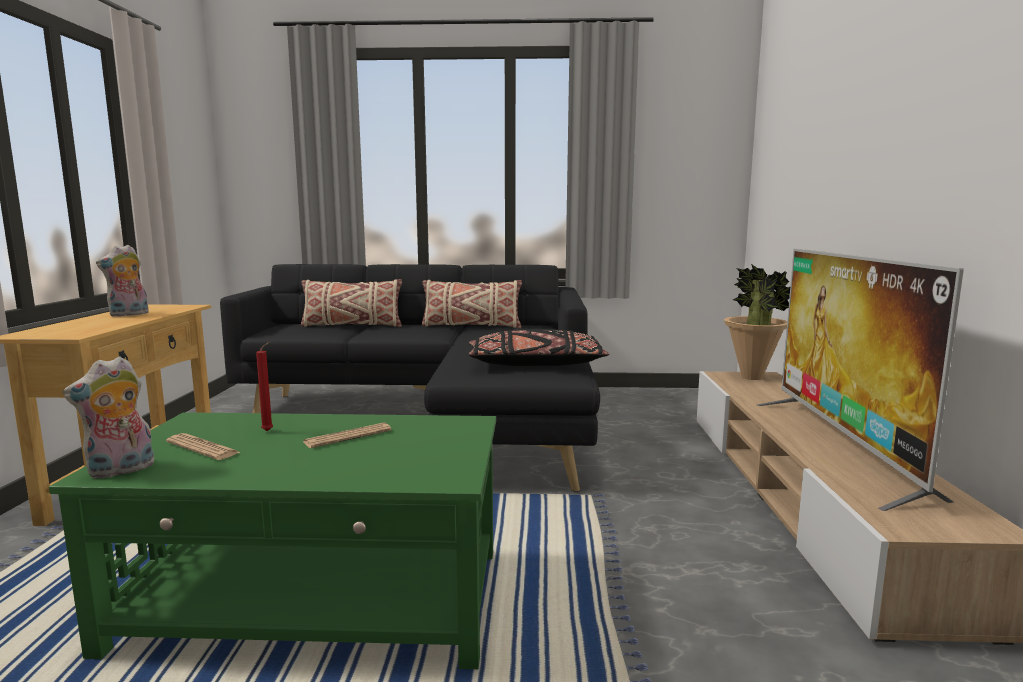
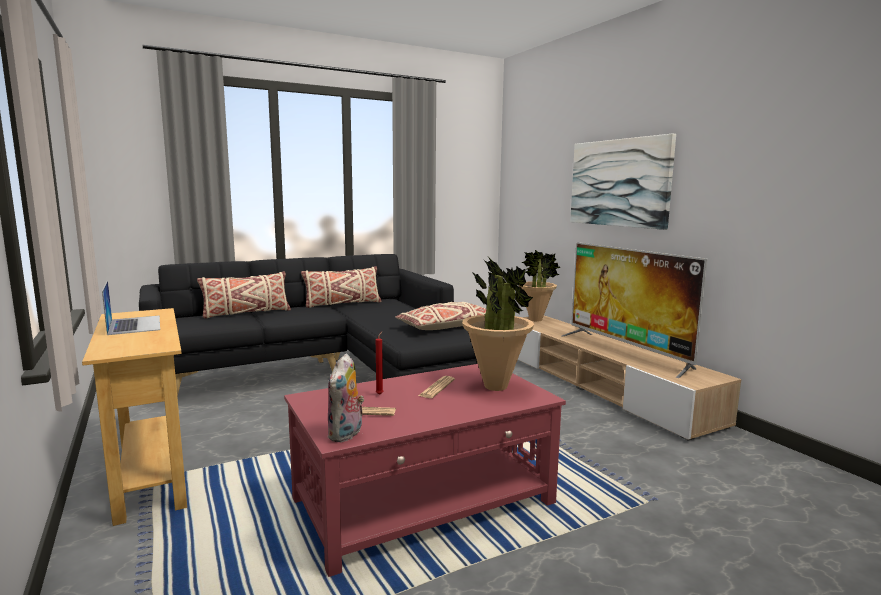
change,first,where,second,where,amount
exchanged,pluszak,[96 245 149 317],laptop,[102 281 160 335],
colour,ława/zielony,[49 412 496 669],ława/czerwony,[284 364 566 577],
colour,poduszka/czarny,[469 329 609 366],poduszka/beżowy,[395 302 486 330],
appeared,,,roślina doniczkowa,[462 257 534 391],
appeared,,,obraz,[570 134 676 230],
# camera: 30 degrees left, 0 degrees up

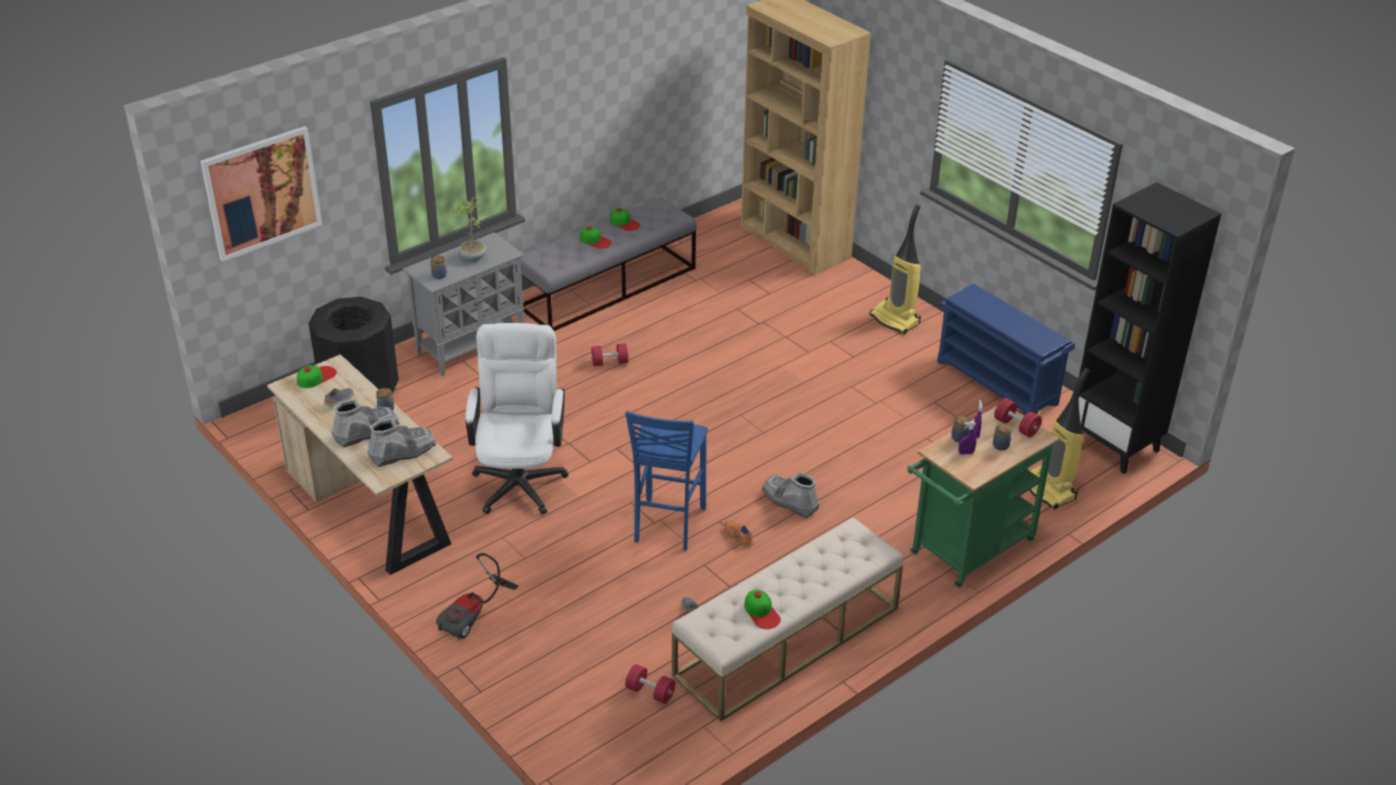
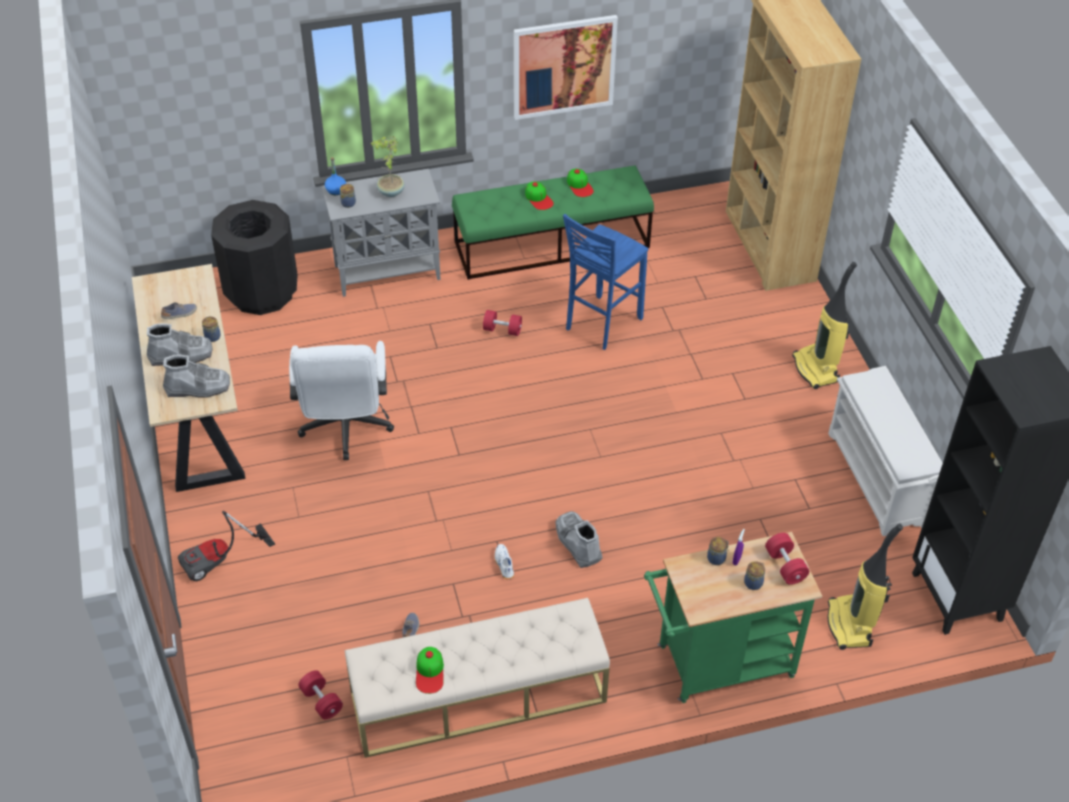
change,first,where,second,where,amount
spun,krzesło biurowe/biały,[465 323 569 515],,[289 341 394 460],150 degrees clockwise
appeared,,,butelka/niebieski,[325 157 346 195],
colour,ławka/szary,[520 198 697 331],ławka/zielony,[452 166 654 280],
colour,but/pomarańczowy,[724 520 754 547],but/biały,[494 544 514 580],
relocated,obraz,[200 126 322 262],,[514 15 618 120],
relocated,stołek/niebieski,[625 411 708 551],,[563 214 648 350],
colour,regał na buty/niebieski,[937 283 1075 415],regał na buty/biały,[828 366 943 536],
missing,czapka z daszkiem,[297 365 337 388],,,
missing,spryskiwacz/fioletowy,[958 422 976 454],,,
# camera: 25 degrees right, 10 degrees up

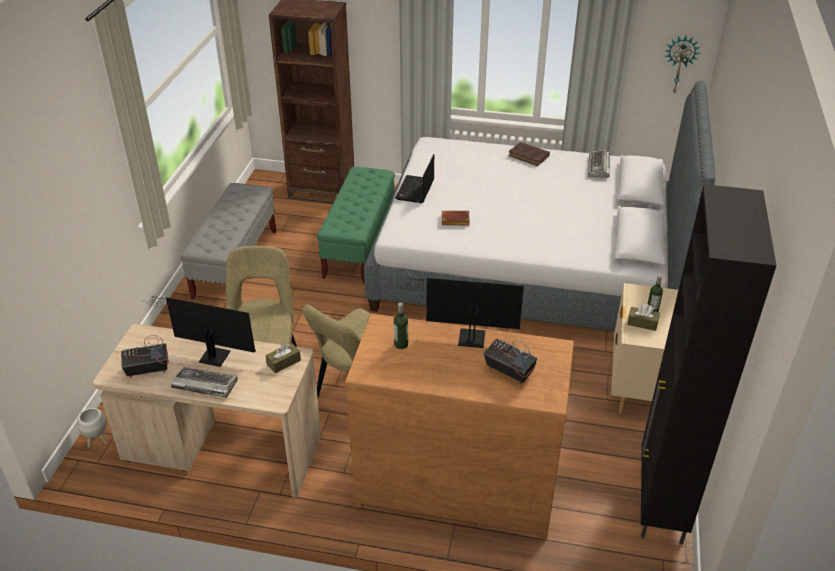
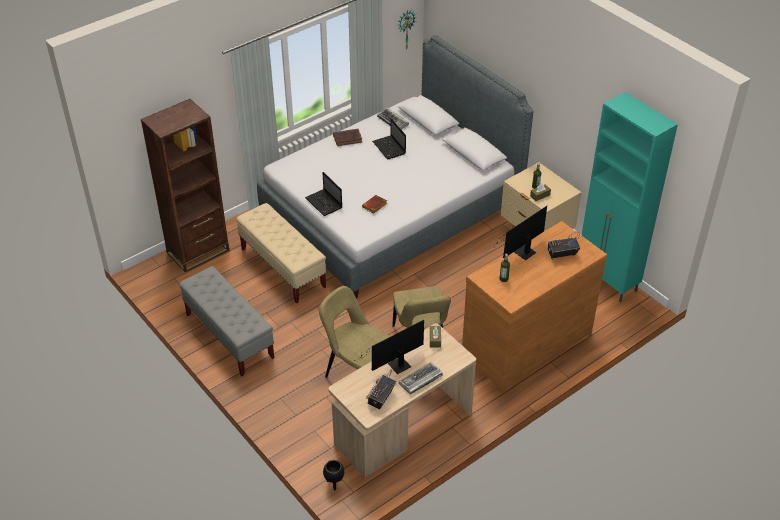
change,first,where,second,where,amount
colour,ławka/zielony,[317 167 395 284],ławka/beżowy,[236 203 326 304],
colour,donica/biały,[77 408 108 448],donica/czarny,[323 460 344 490],
appeared,,,laptop,[372 118 406 159],
colour,szafka/czarny,[641 184 777 544],szafka/turkusowy,[582 92 678 302],
# camera: 50 degrees left, 5 degrees up

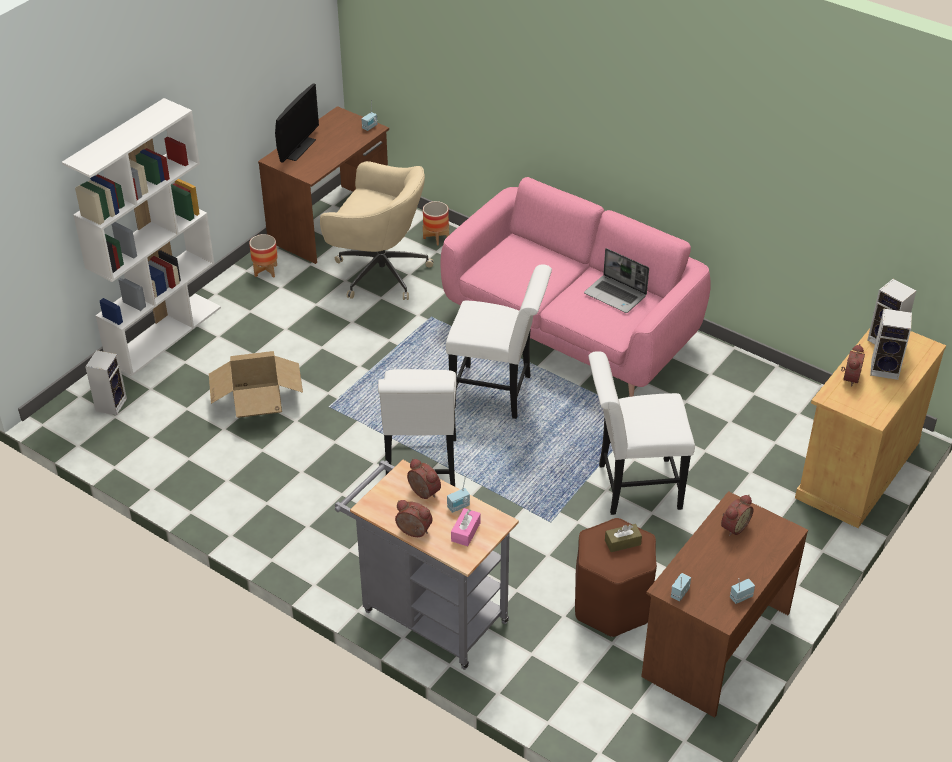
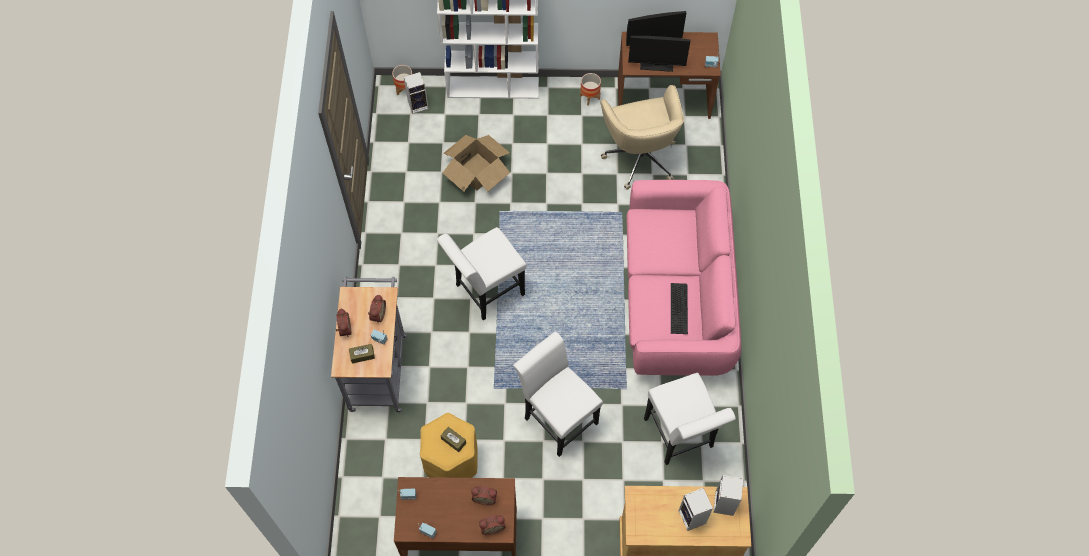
change,first,where,second,where,amount
colour,pudełko chusteczek/różowy,[451 508 481 546],pudełko chusteczek/brązowy,[349 344 375 364],
relocated,donica,[423 201 449 245],,[392 65 412 95],
colour,stołek/brązowy,[575 518 657 637],stołek/żółty,[420 413 477 478],
relocated,budzik,[841 344 865 387],,[479 515 505 535],
appeared,,,monitor,[628 36 690 72],
relocated,krzesło/biały,[446 265 552 419],,[644 373 736 465],
exchanged,laptop,[584 248 649 313],klawiatura,[671 283 688 334],
# camera: 55 degrees right, 20 degrees up

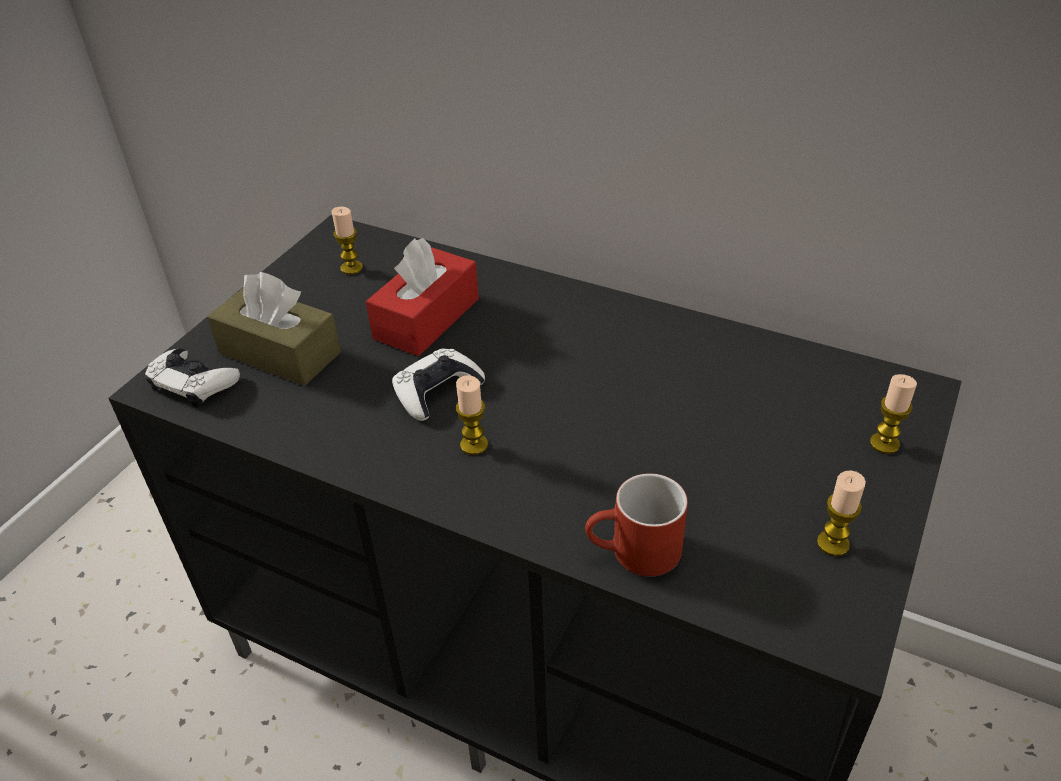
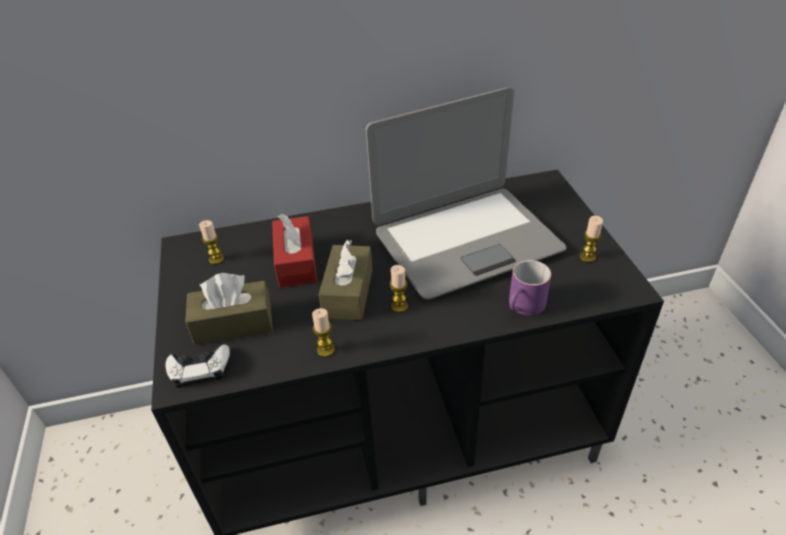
change,first,where,second,where,amount
relocated,świeca,[870 374 917 454],,[312 308 335 357],
exchanged,pad do gier/biały,[392 349 485 421],pudełko chusteczek/brązowy,[319 240 373 320],
appeared,,,laptop,[366 87 566 300],
colour,kubek/czerwony,[585 473 688 576],kubek/fioletowy,[509 260 551 315],
# camera: 40 degrees left, 0 degrees up

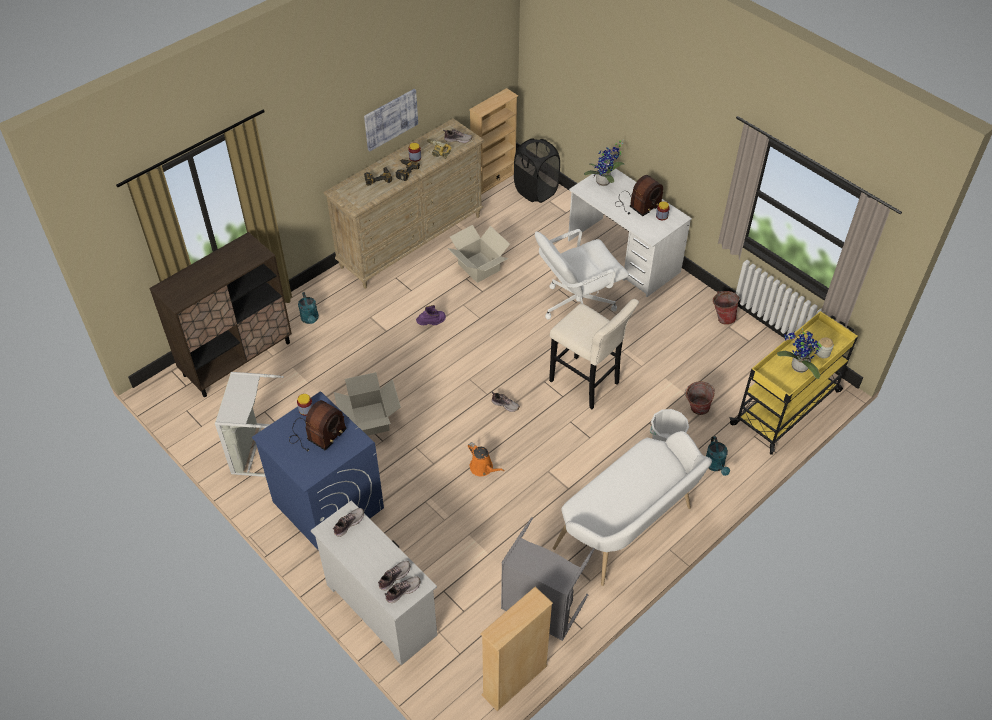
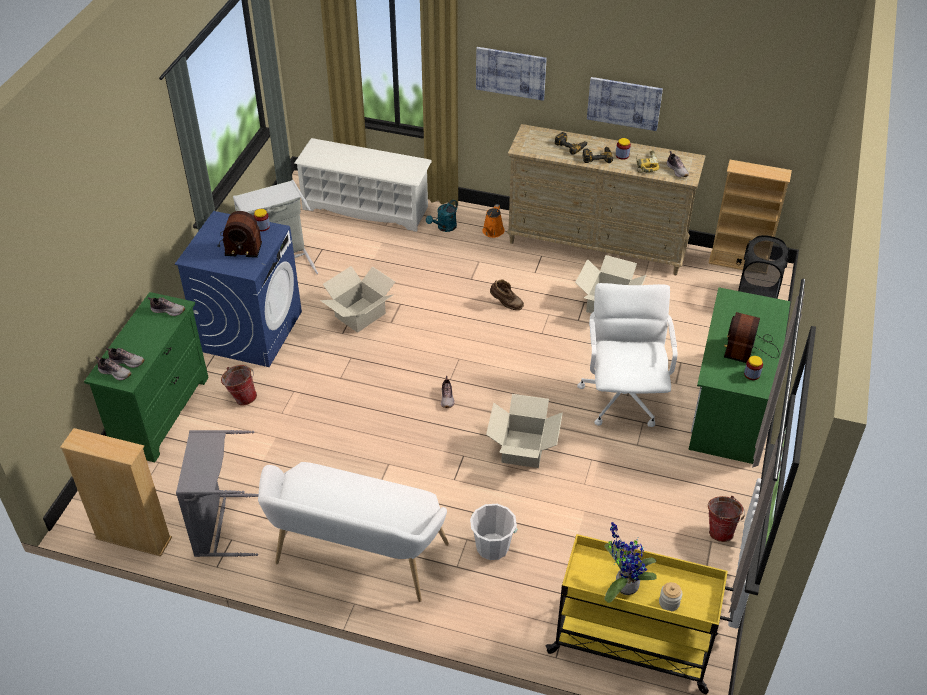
change,first,where,second,where,amount
colour,komoda/biały,[311 500 437 665],komoda/zielony,[84 292 209 462],
relocated,wiadro,[685 381 715 415],,[221 365 257 405],
exchanged,szafka/brązowy,[149 232 292 397],regał na buty/biały,[294 138 432 232],
appeared,,,obraz,[476 47 547 101],
relocated,konewka/pomarańczowy,[468 442 505 476],,[482 204 505 238],
exchanged,stołek/beżowy,[549 299 639 409],karton,[486 394 563 468],
colour,but z cholewką/fioletowy,[416 305 446 325],but z cholewką/brązowy,[490 280 524 310],
spun,krzesło biurowe/biały,[535 229 629 319],,[577 283 677 427],60 degrees clockwise
colour,biurko/biały,[568 164 692 297],biurko/zielony,[688 287 791 464],
spun,radio,[615 175 663 216],,[724 312 779 363],90 degrees clockwise
missing,roślina doniczkowa,[584 139 624 186],,,
missing,konewka/turkusowy,[706 436 730 476],,,
# camera: 60 degrees right, 5 degrees down

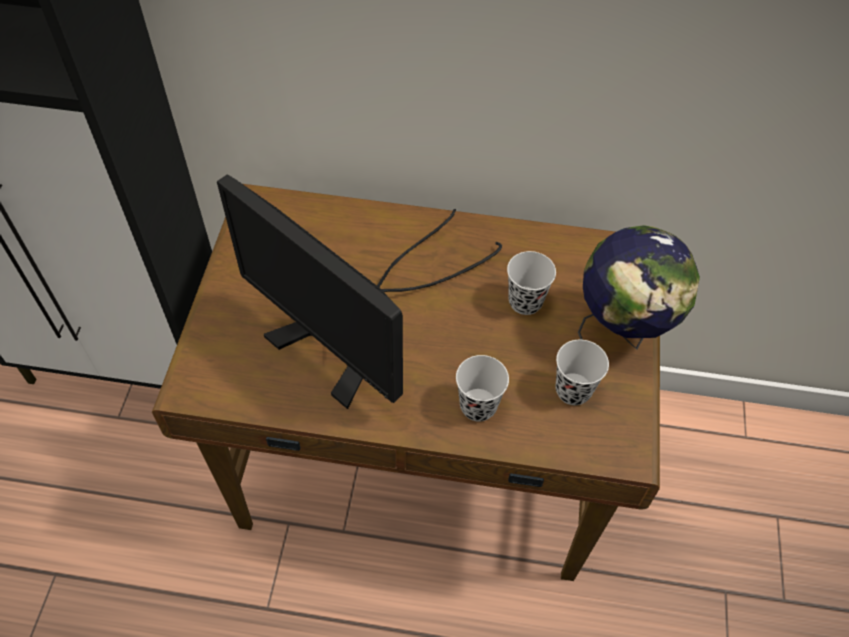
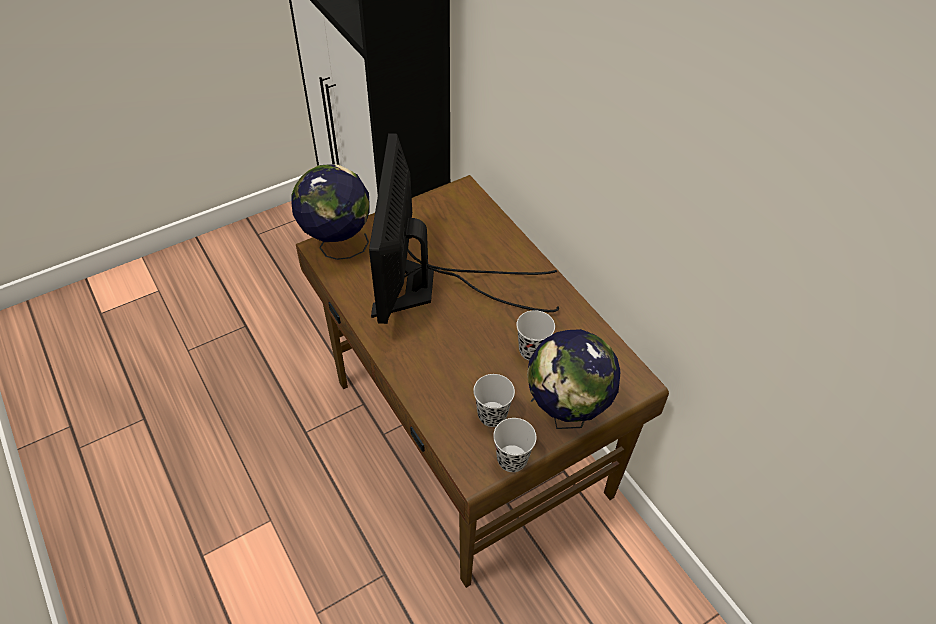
change,first,where,second,where,amount
appeared,,,globus,[292 165 370 260],
relocated,filiżanka/czarny,[456 355 509 422],,[493 418 537 472],
# camera: 50 degrees right, 5 degrees down

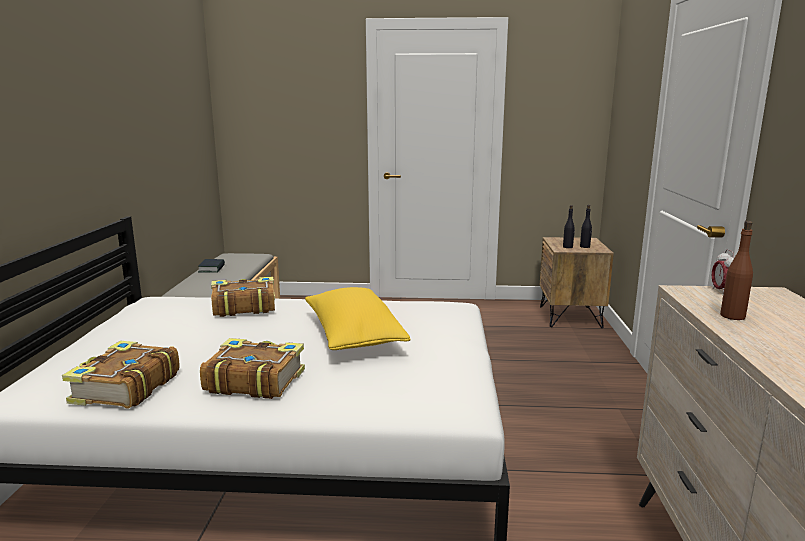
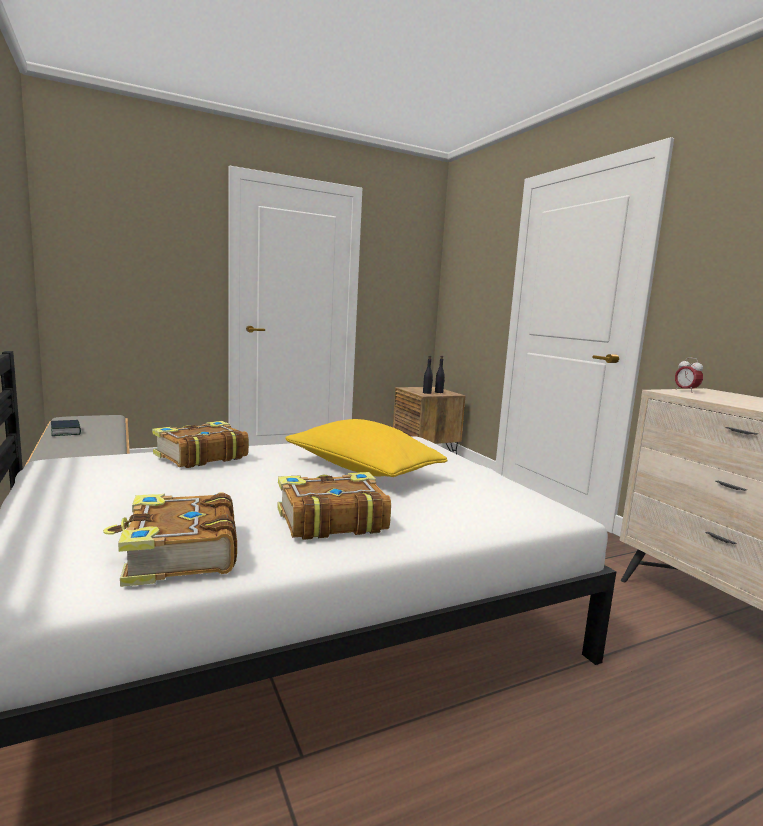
change,first,where,second,where,amount
missing,butelka/brązowy,[720 221 753 320],,,
# camera: 30 degrees left, 5 degrees down

